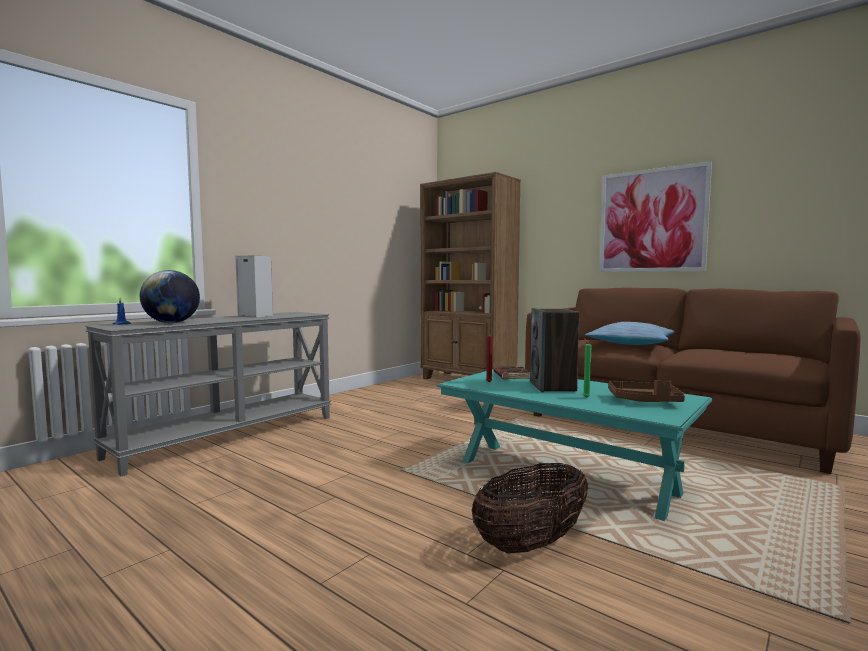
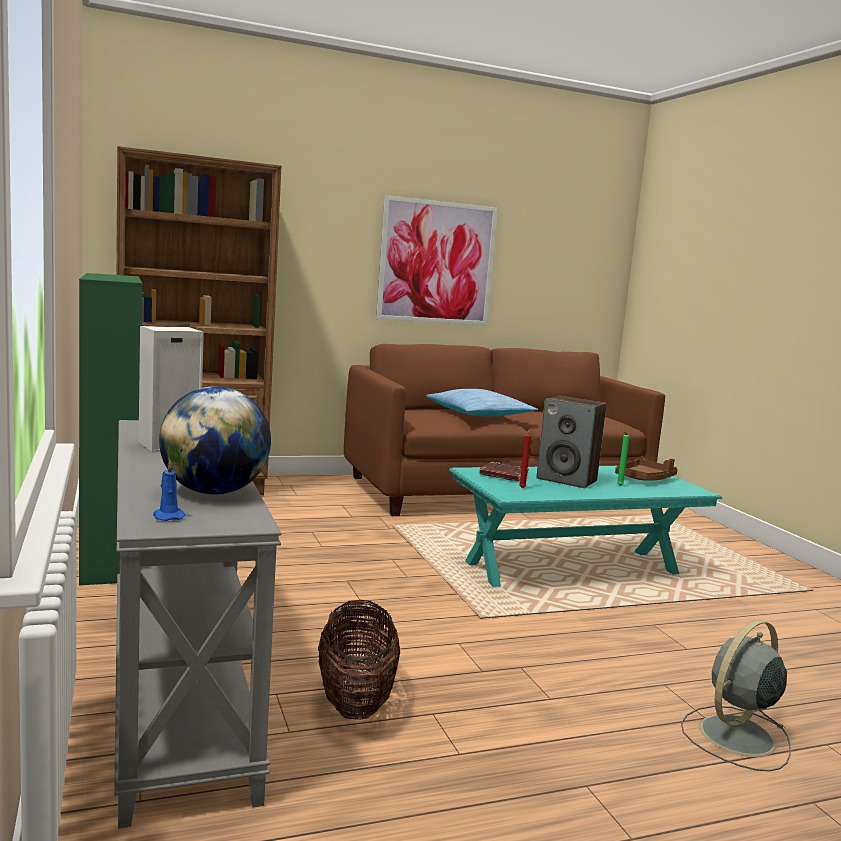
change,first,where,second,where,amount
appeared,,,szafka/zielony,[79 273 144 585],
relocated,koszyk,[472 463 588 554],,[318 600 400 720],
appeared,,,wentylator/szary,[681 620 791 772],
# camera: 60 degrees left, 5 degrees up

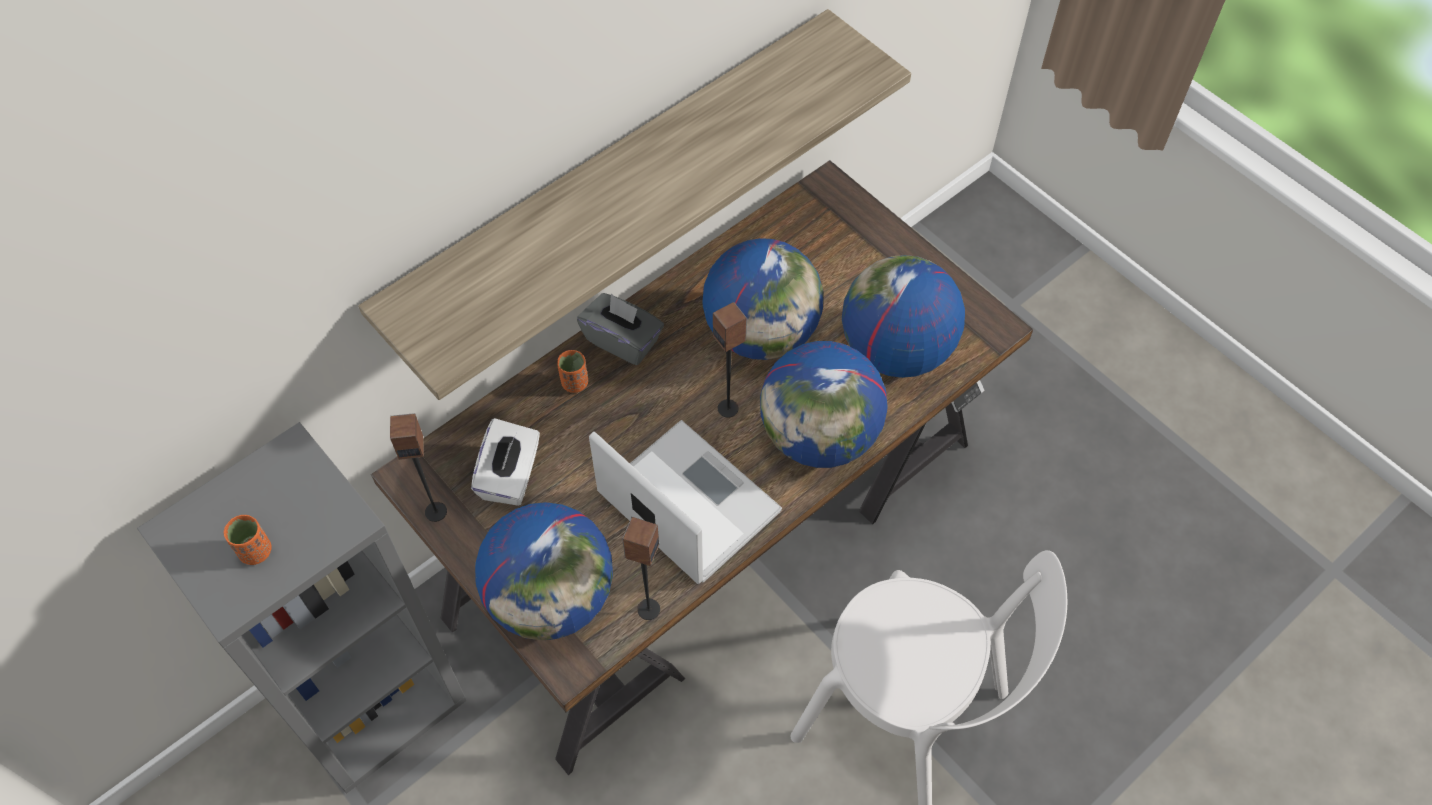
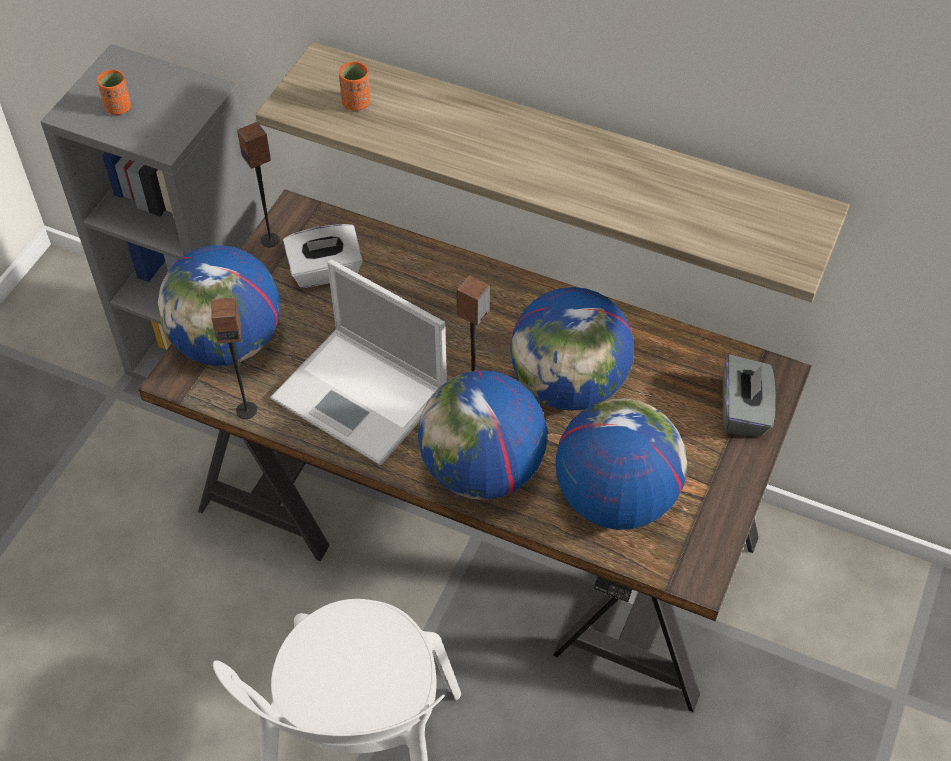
change,first,where,second,where,amount
spun,laptop,[589 420 782 584],,[270 259 447 465],105 degrees clockwise
relocated,filiżanka/pomarańczowy,[557 350 588 393],,[339 61 370 111],
relocated,pudełko chusteczek/szary,[577 293 664 365],,[723 354 775 437],
# camera: 65 degrees right, 5 degrees down

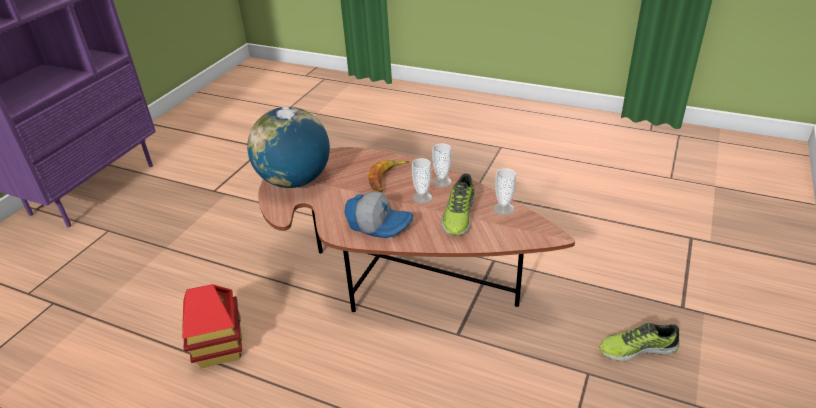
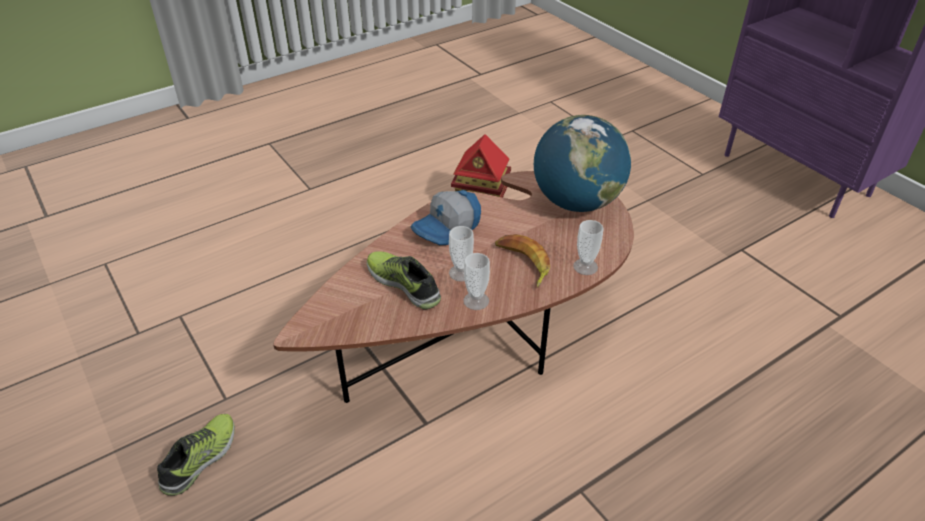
change,first,where,second,where,amount
relocated,filiżanka,[494 168 516 215],,[573 220 604 275],
# camera: 120 degrees right, 5 degrees up

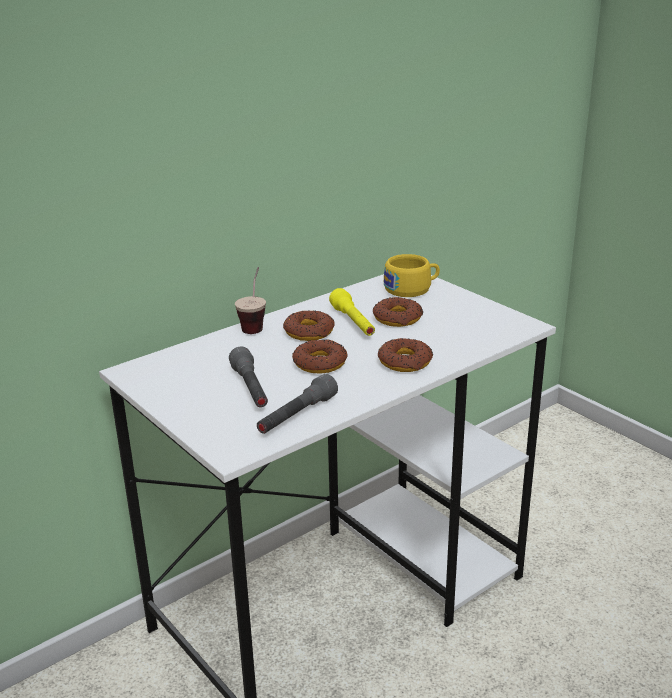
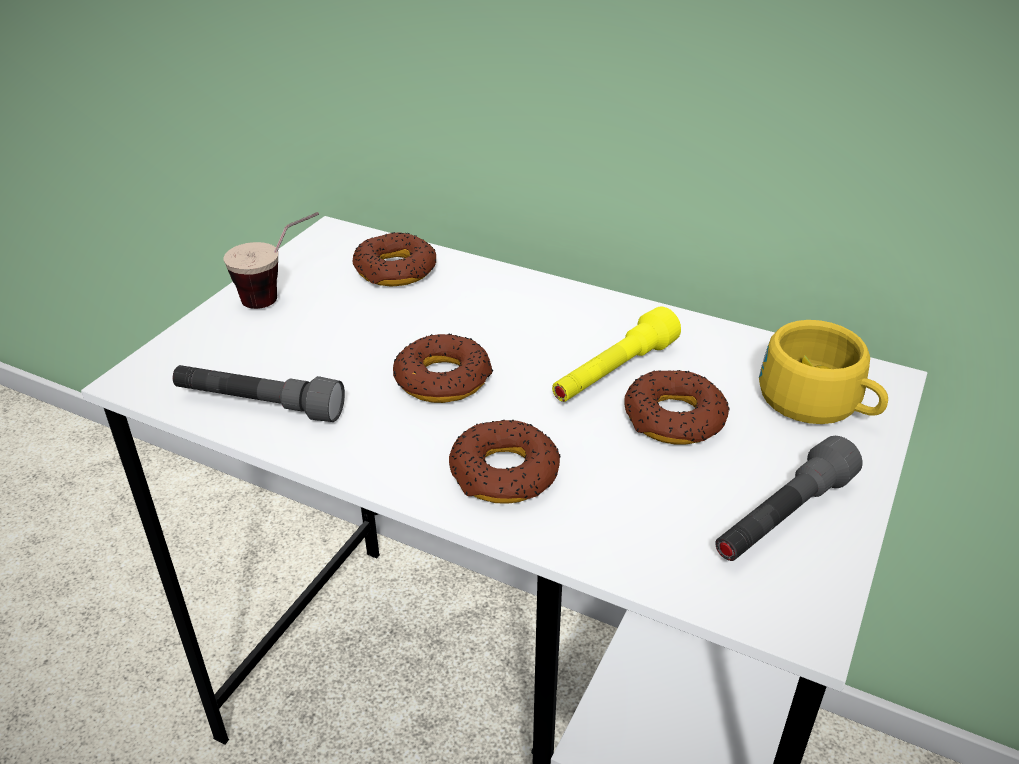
change,first,where,second,where,amount
relocated,filiżanka,[235 267 266 334],,[223 212 319 309],
relocated,donut,[283 310 335 341],,[353 232 436 287],
relocated,latarka/szary,[229 347 268 407],,[715 436 863 561],
# camera: 65 degrees right, 10 degrees up

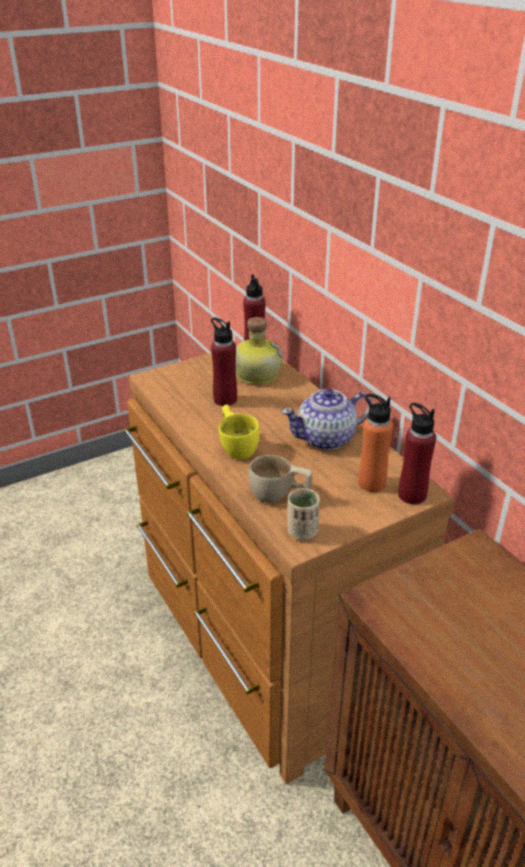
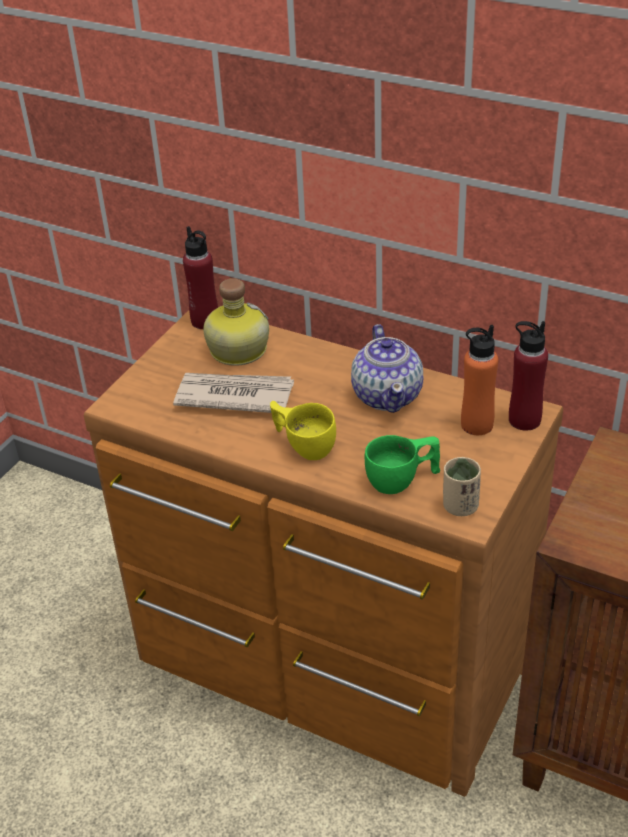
change,first,where,second,where,amount
exchanged,butelka/czerwony,[211 317 237 406],gazeta,[173 373 294 413],
spun,imbryk,[281 389 372 450],,[351 324 423 413],45 degrees counterclockwise
colour,filiżanka/beżowy,[248 455 312 503],filiżanka/zielony,[365 435 440 494],
# camera: 30 degrees left, 5 degrees up

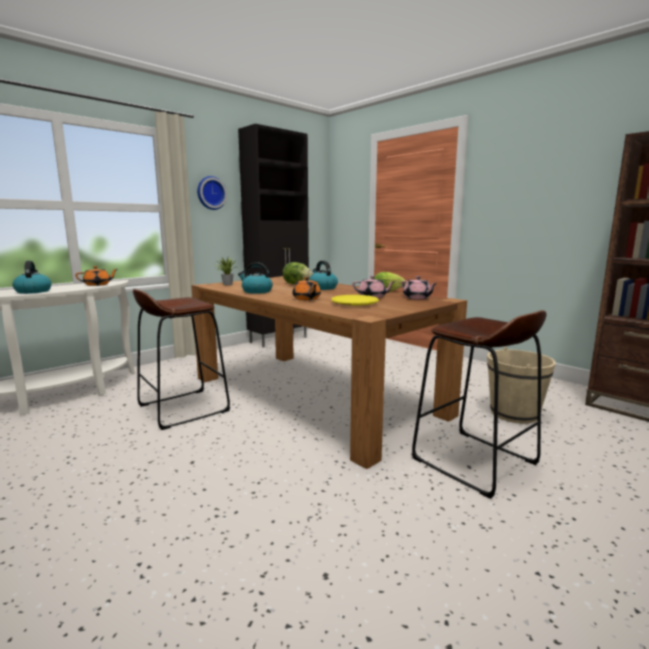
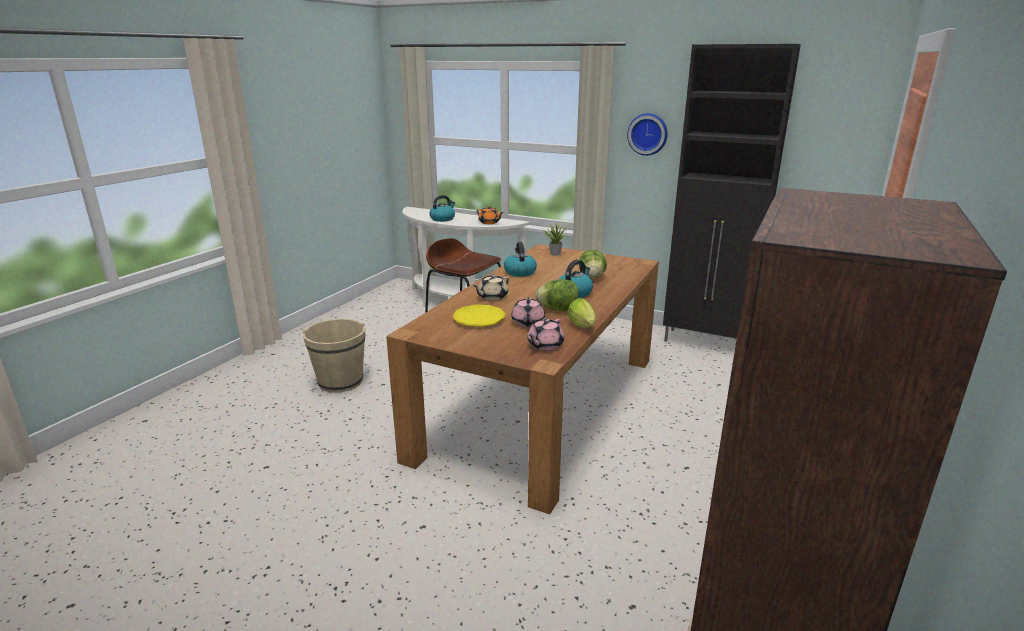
change,first,where,second,where,amount
relocated,wiadro/beżowy,[487 347 556 424],,[302 319 366 393],
colour,imbryk/pomarańczowy,[292 277 321 300],imbryk/beżowy,[473 274 510 301],
appeared,,,sałata,[535 279 579 311],
missing,stołek/brązowy,[412 310 546 499],,,
# camera: 70 degrees right, 10 degrees up

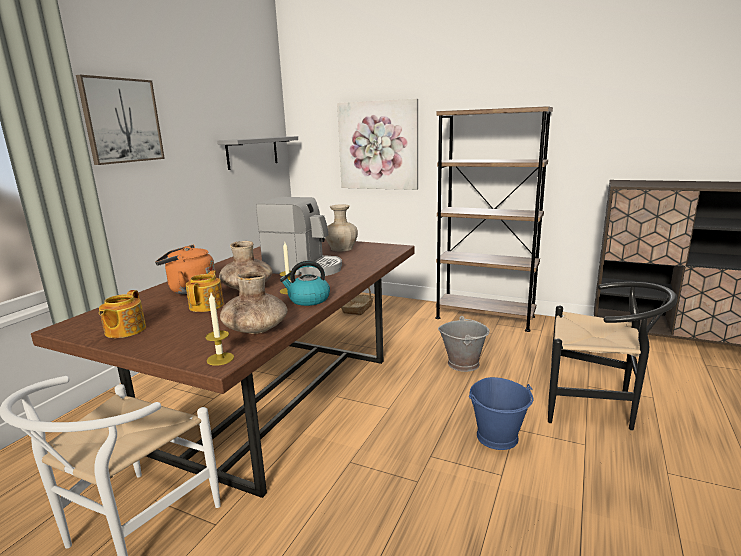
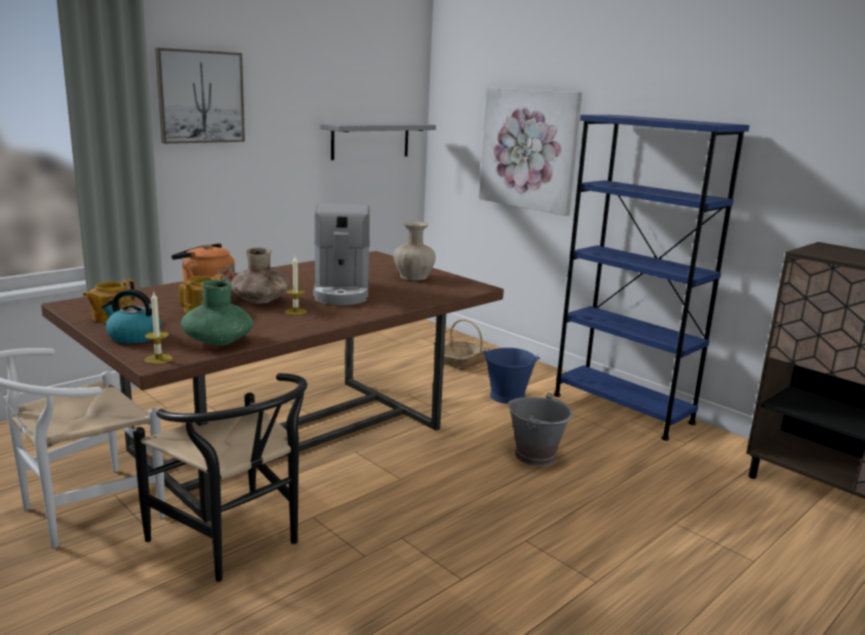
change,first,where,second,where,amount
relocated,czajnik,[280 261 330 306],,[101 289 161 344],
relocated,krzesło/czarny,[548 282 677 431],,[133 373 307 582],
colour,wazon/brązowy,[220 272 288 334],wazon/zielony,[181 280 253 346],
spun,ekspres do kawy,[256 197 342 277],,[313 203 370 305],45 degrees clockwise
relocated,wiadro/niebieski,[469 377 534 450],,[482 348 540 404],
colour,regał/brązowy,[435 106 553 332],regał/niebieski,[554 115 750 441],
# camera: 20 degrees right, 0 degrees up

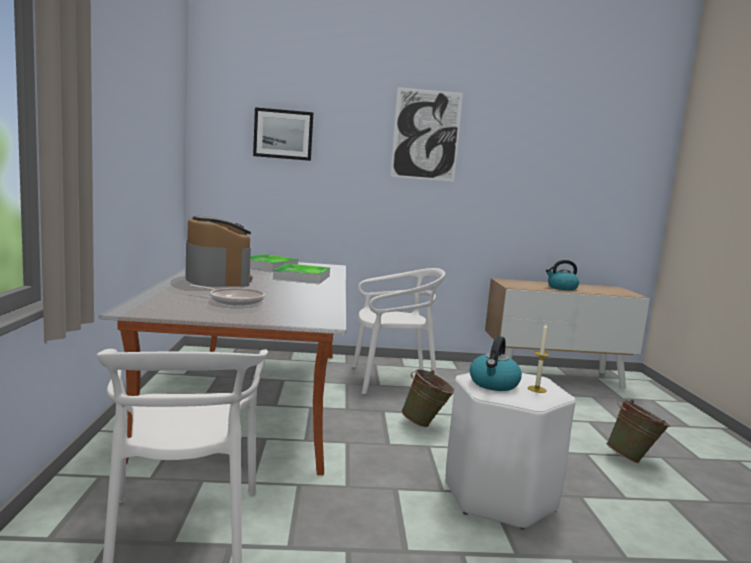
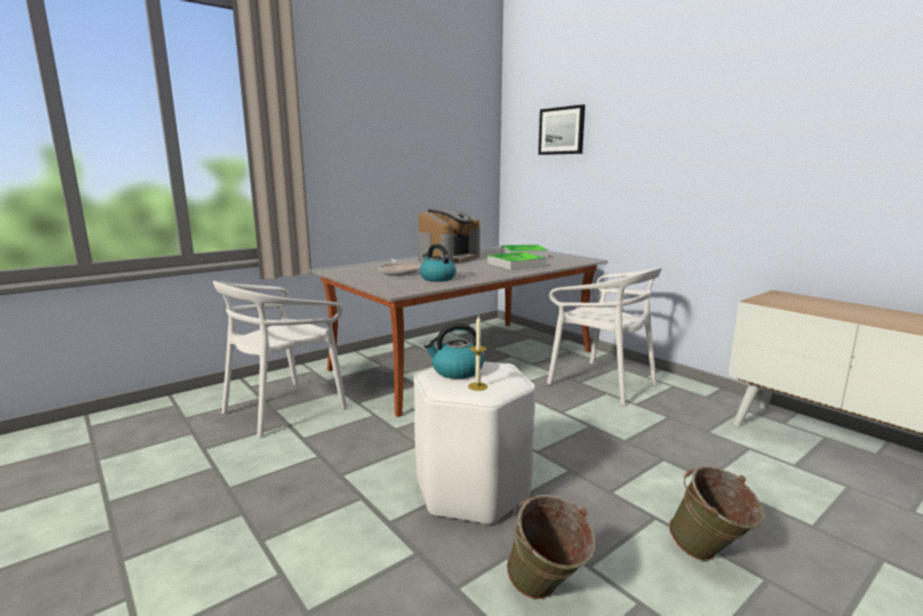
change,first,where,second,where,amount
relocated,czajnik,[546 260 579 290],,[420 244 456 282],
relocated,wiadro/zielony,[401 369 454 427],,[507 495 595 599],
missing,obraz,[391 87 463 182],,,
# camera: 55 degrees right, 5 degrees up

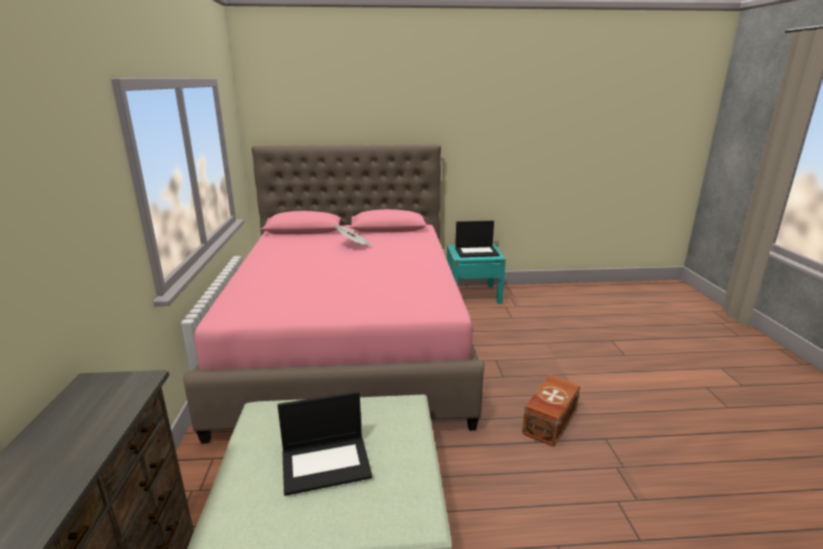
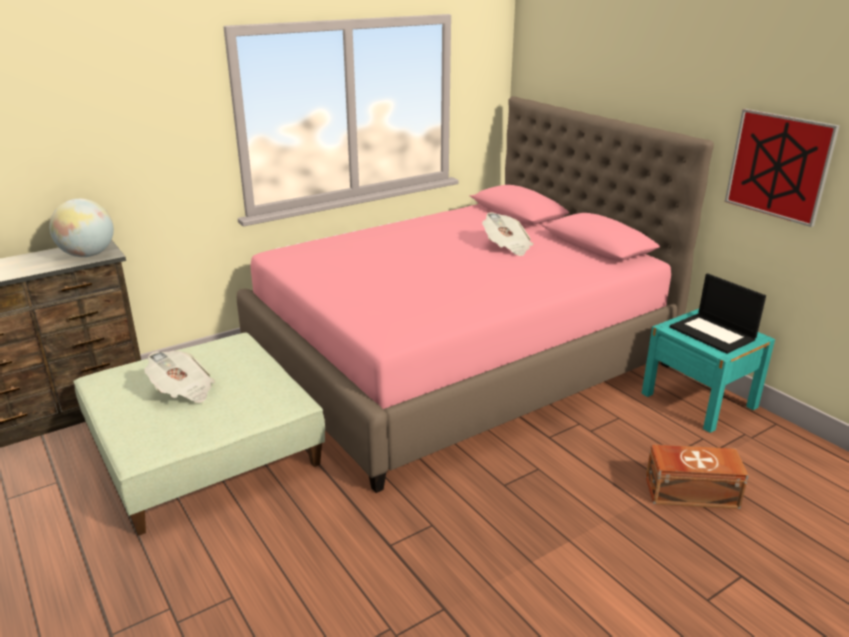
change,first,where,second,where,amount
appeared,,,globus,[49 199 114 257],
exchanged,laptop,[278 391 372 496],gazeta,[144 351 215 403],
relocated,pojemnik do przechowywania/brązowy,[522 375 580 447],,[646 444 749 509],
appeared,,,obraz,[725 109 840 227],
# camera: 60 degrees right, 5 degrees up

